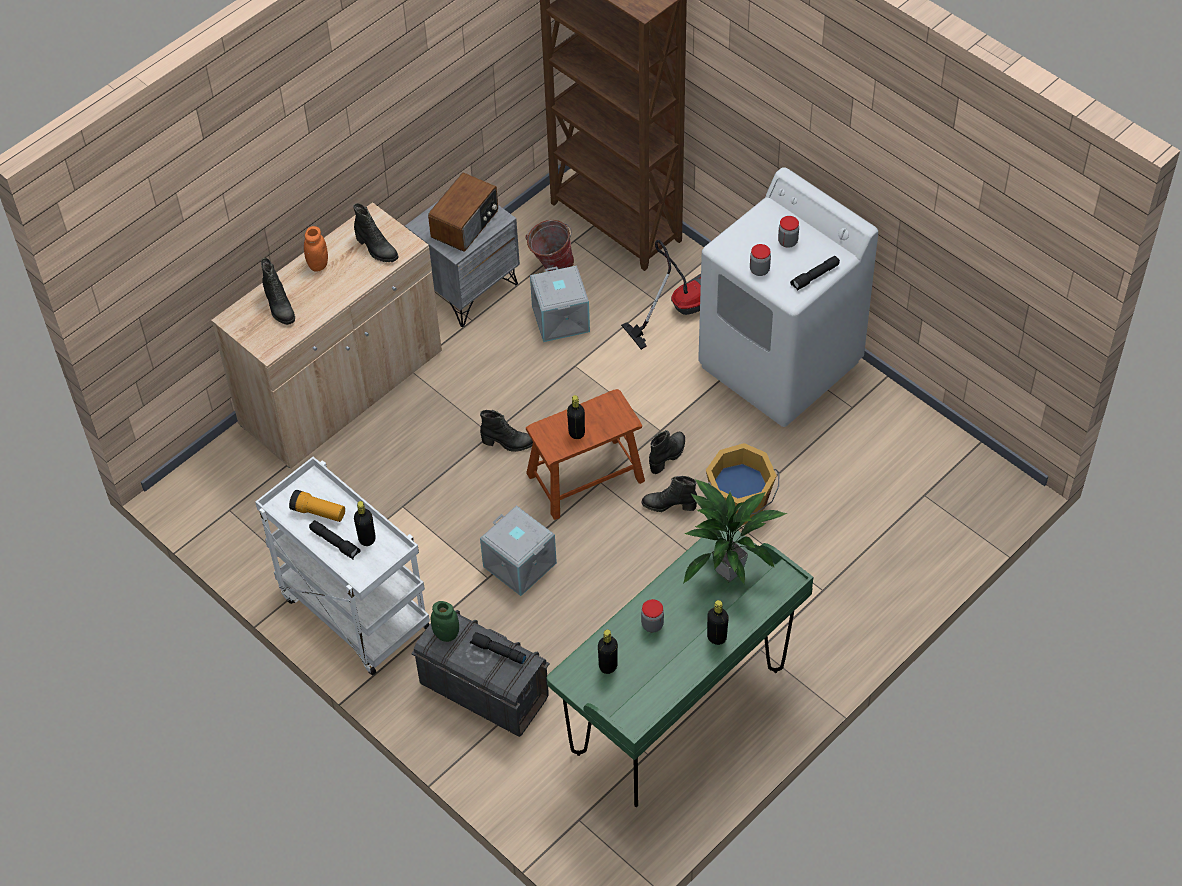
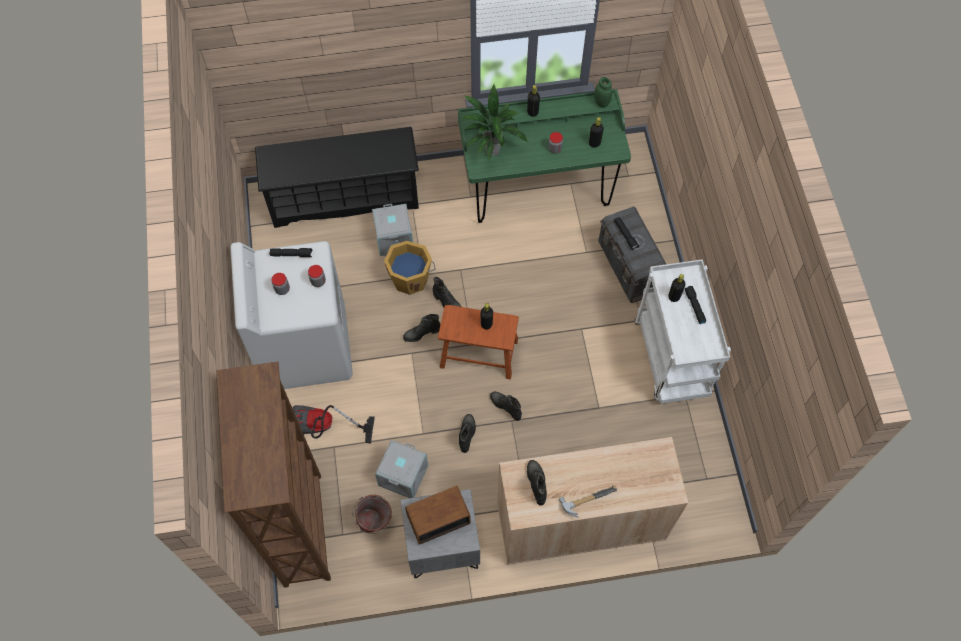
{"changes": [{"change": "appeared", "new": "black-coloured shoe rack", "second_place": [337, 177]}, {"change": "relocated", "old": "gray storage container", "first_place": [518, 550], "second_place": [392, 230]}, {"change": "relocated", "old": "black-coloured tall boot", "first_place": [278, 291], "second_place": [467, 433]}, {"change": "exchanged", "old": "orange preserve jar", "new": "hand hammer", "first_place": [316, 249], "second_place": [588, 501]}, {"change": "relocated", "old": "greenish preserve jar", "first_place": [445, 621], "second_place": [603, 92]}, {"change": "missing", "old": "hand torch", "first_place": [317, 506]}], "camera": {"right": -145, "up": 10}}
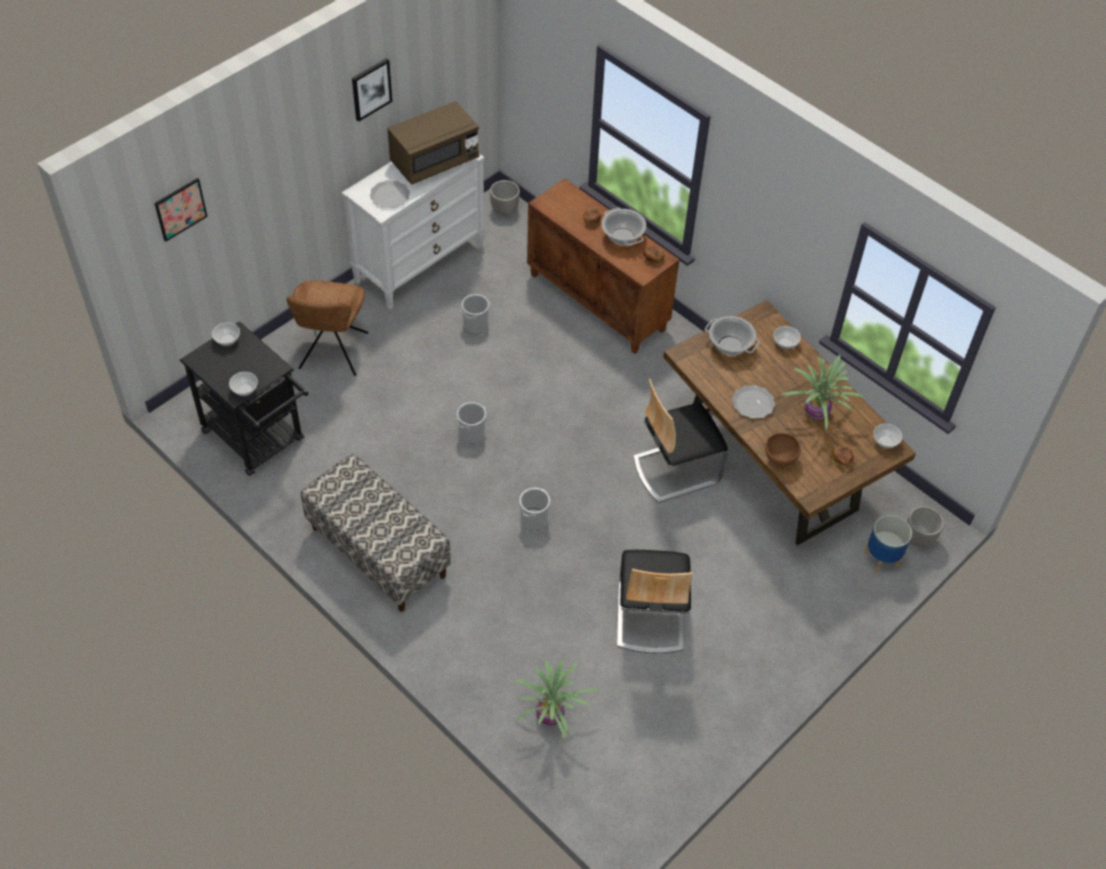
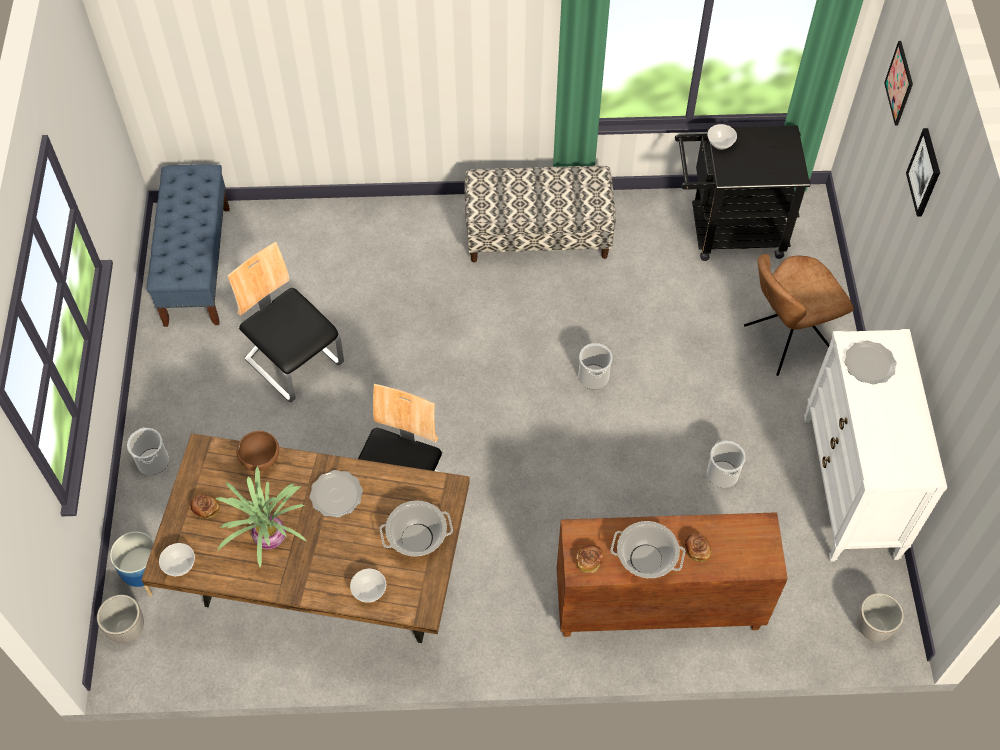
{"changes": [{"change": "relocated", "old": "bucket", "first_place": [534, 509], "second_place": [148, 451]}, {"change": "appeared", "new": "bluish bench", "second_place": [188, 245]}, {"change": "spun", "old": "brownish chair", "first_place": [327, 328], "second_place": [798, 315], "degrees": -75}, {"change": "relocated", "old": "picture", "first_place": [372, 90], "second_place": [923, 172]}, {"change": "missing", "old": "serving bowl", "first_place": [226, 334]}, {"change": "missing", "old": "brownish microwave", "first_place": [433, 143]}, {"change": "missing", "old": "plant in a pot", "first_place": [557, 700]}], "camera": {"right": 135, "up": 5}}
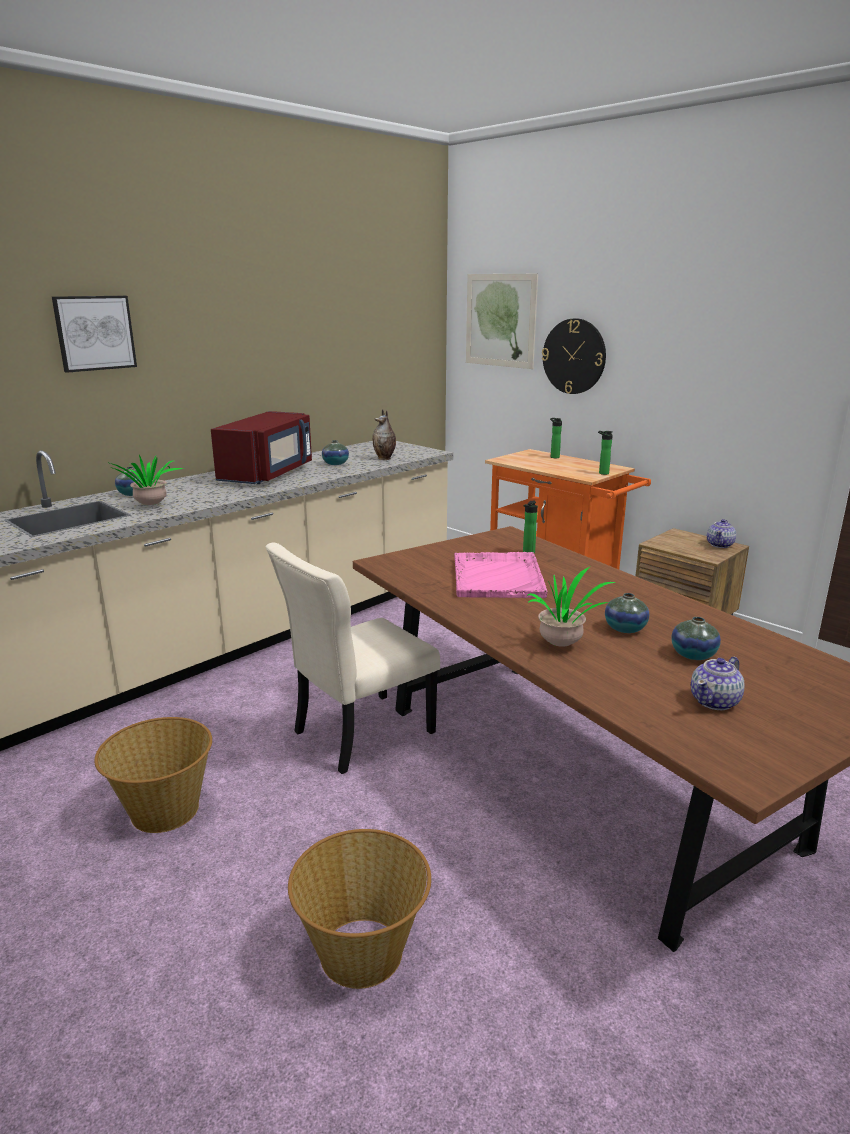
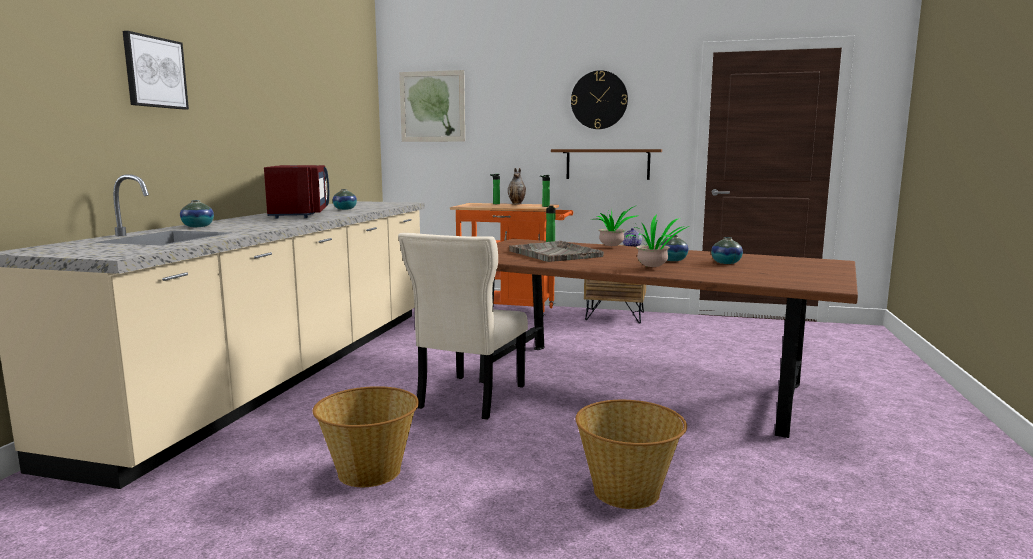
{"changes": [{"change": "relocated", "old": "vase", "first_place": [384, 434], "second_place": [517, 186]}, {"change": "colour", "old": "pinkish tray", "new": "gray tray", "first_place": [501, 575], "second_place": [556, 251]}, {"change": "appeared", "new": "brownish wall shelf", "second_place": [606, 164]}, {"change": "relocated", "old": "clock on the wall", "first_place": [574, 356], "second_place": [599, 99]}, {"change": "relocated", "old": "plant in a pot", "first_place": [147, 480], "second_place": [613, 226]}, {"change": "missing", "old": "teapot", "first_place": [717, 683]}], "camera": {"right": -30, "up": -10}}
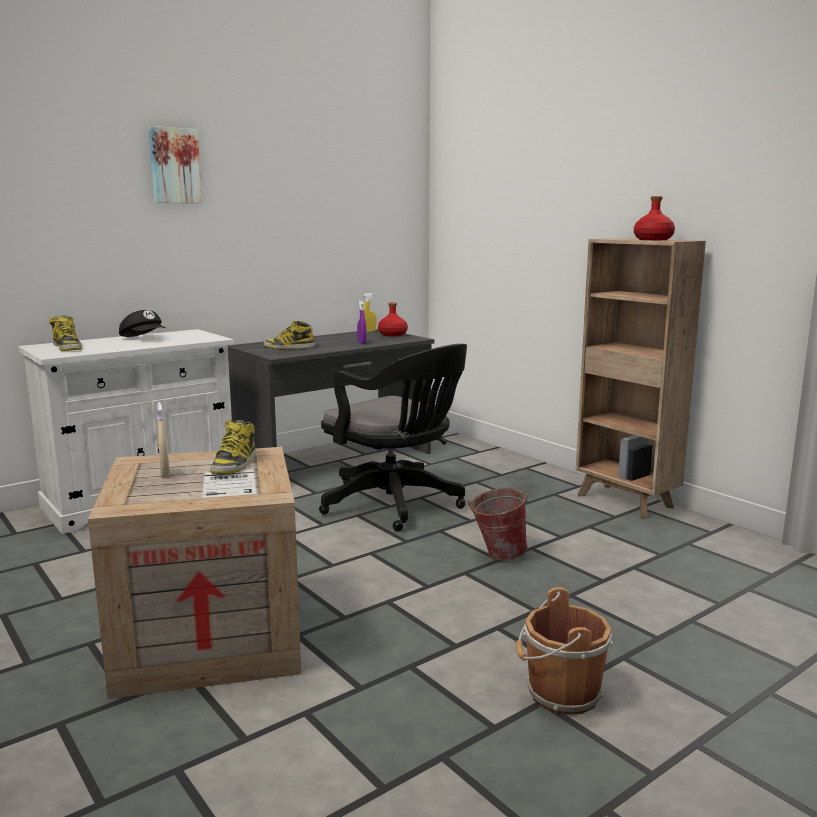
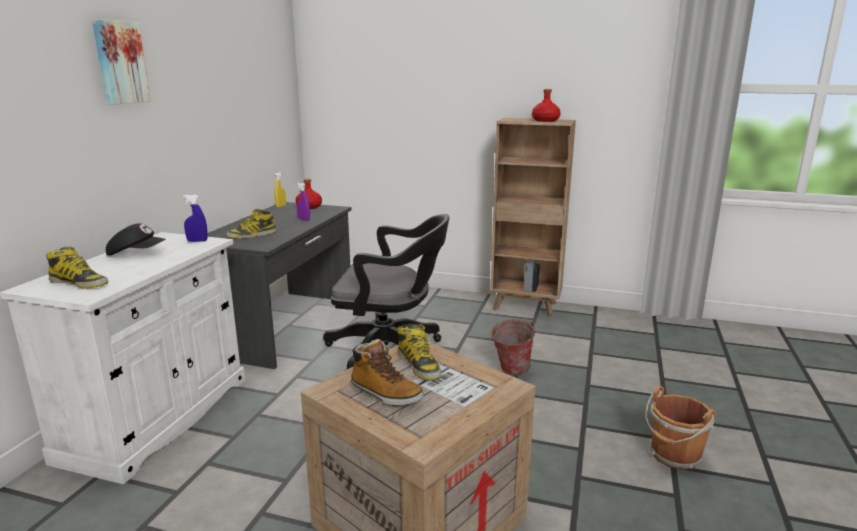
{"changes": [{"change": "appeared", "new": "bluish hand sprayer", "second_place": [195, 218]}, {"change": "exchanged", "old": "sand-coloured hand sprayer", "new": "tall boot", "first_place": [163, 440], "second_place": [387, 372]}], "camera": {"right": -35, "up": 5}}
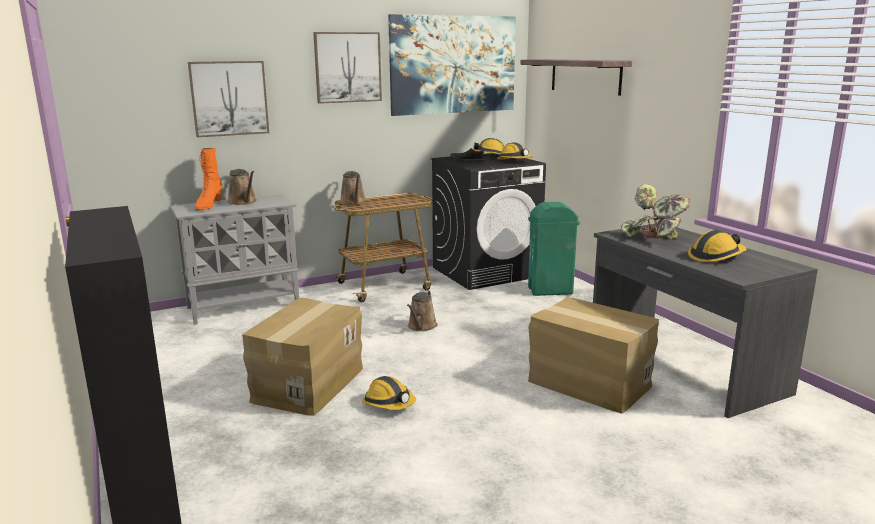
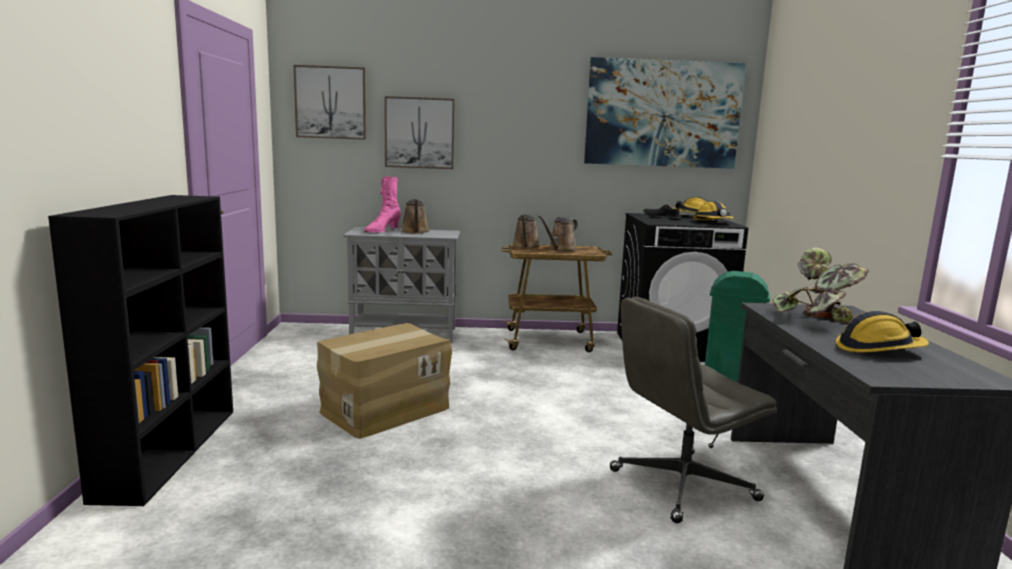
{"changes": [{"change": "relocated", "old": "picture", "first_place": [347, 68], "second_place": [330, 102]}, {"change": "colour", "old": "orange tall boot", "new": "pinkish tall boot", "first_place": [208, 179], "second_place": [382, 204]}, {"change": "relocated", "old": "brownish watering pot", "first_place": [422, 310], "second_place": [558, 233]}, {"change": "exchanged", "old": "carton", "new": "gray computer chair", "first_place": [593, 355], "second_place": [693, 410]}, {"change": "missing", "old": "safety helmet", "first_place": [389, 393]}, {"change": "missing", "old": "wall shelf", "first_place": [576, 77]}], "camera": {"right": 25, "up": -5}}
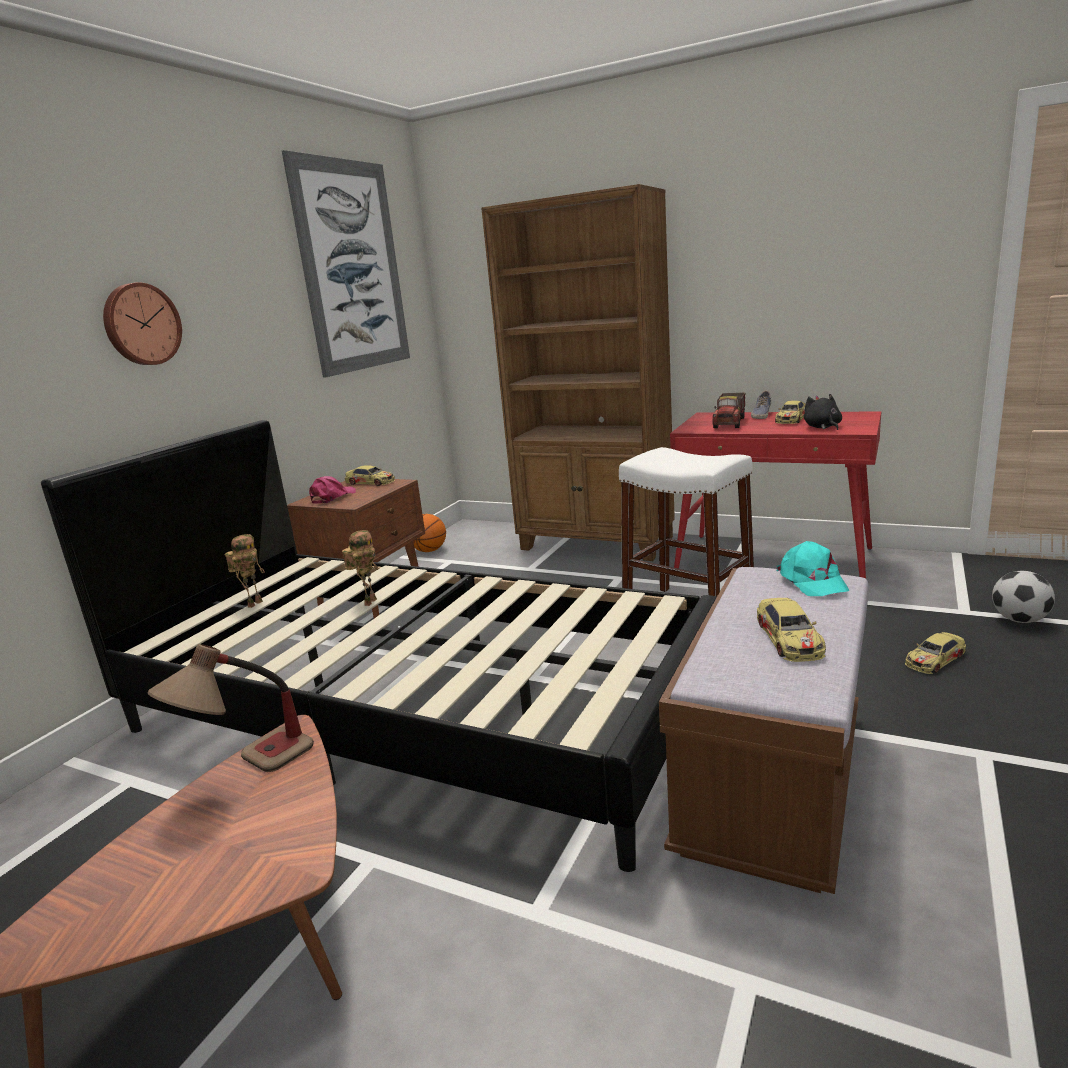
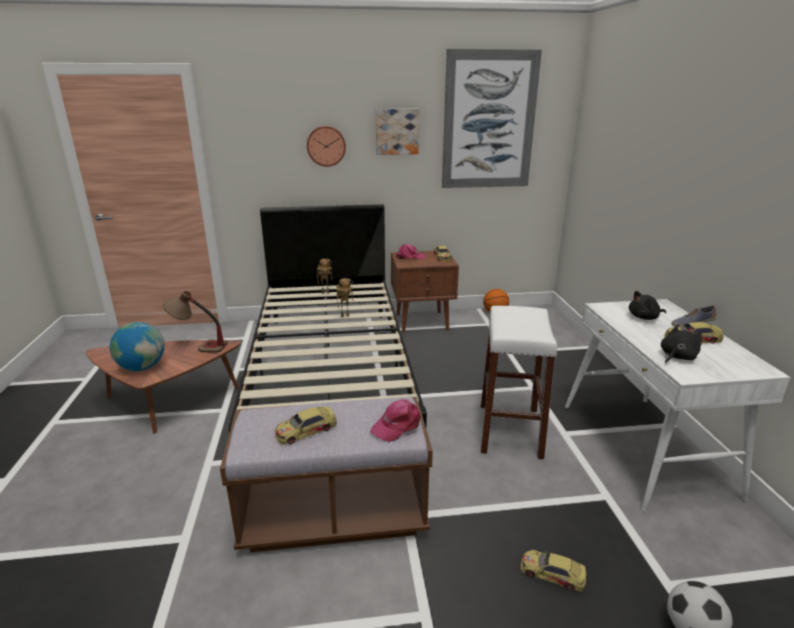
{"changes": [{"change": "appeared", "new": "globe", "second_place": [137, 346]}, {"change": "colour", "old": "turquoise-coloured baseball cap", "new": "pinkish baseball cap", "first_place": [813, 568], "second_place": [395, 420]}, {"change": "appeared", "new": "picture", "second_place": [397, 132]}, {"change": "colour", "old": "red desk unit", "new": "whitish desk unit", "first_place": [775, 495], "second_place": [678, 405]}, {"change": "exchanged", "old": "toy truck", "new": "black-coloured cuddly toy", "first_place": [728, 410], "second_place": [647, 305]}, {"change": "missing", "old": "brownish bookcase", "first_place": [578, 372]}], "camera": {"right": 55, "up": 5}}
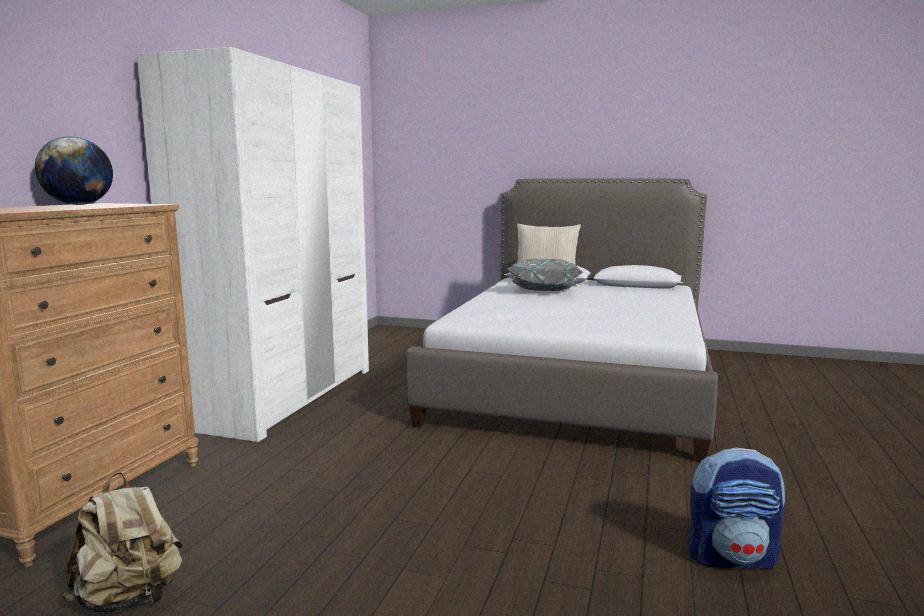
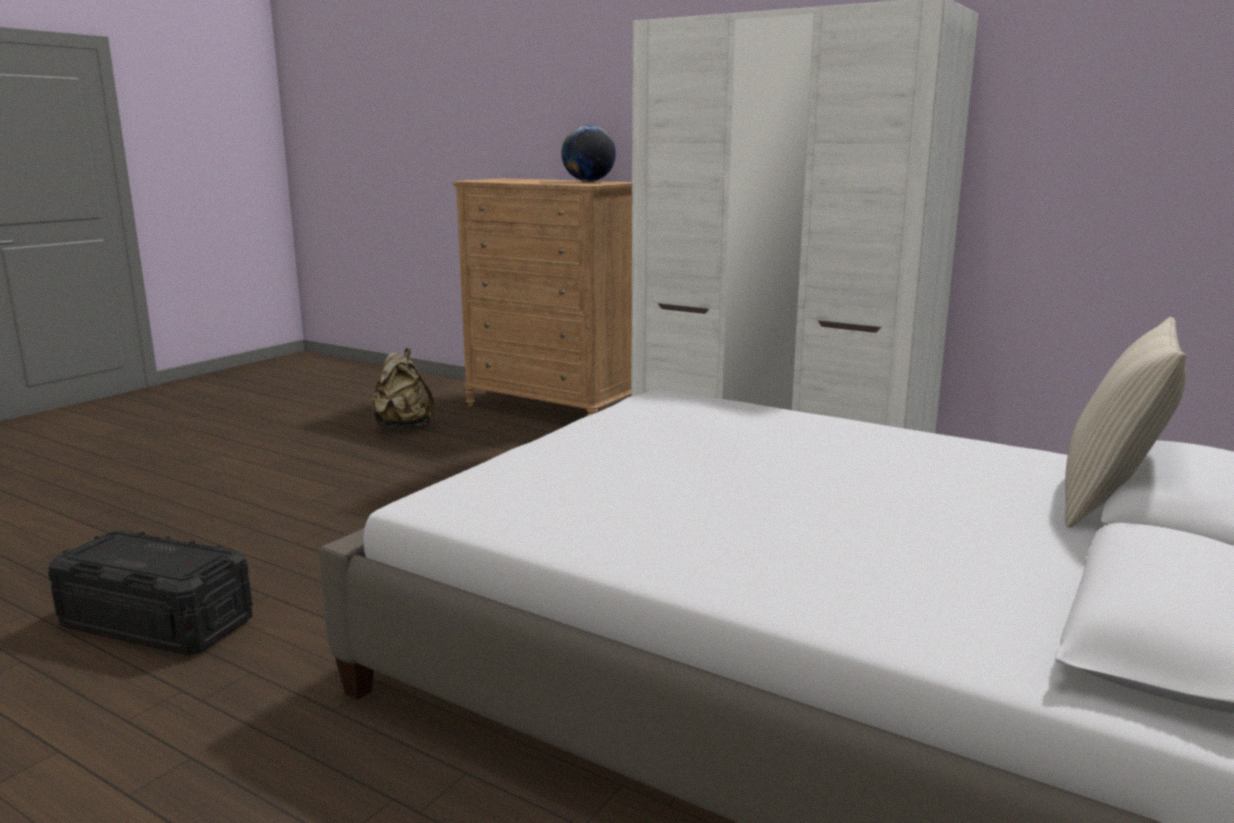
{"changes": [{"change": "exchanged", "old": "knapsack", "new": "black-coloured storage container", "first_place": [737, 508], "second_place": [150, 592]}, {"change": "missing", "old": "gray pillow", "first_place": [545, 275]}], "camera": {"right": 105, "up": 5}}
